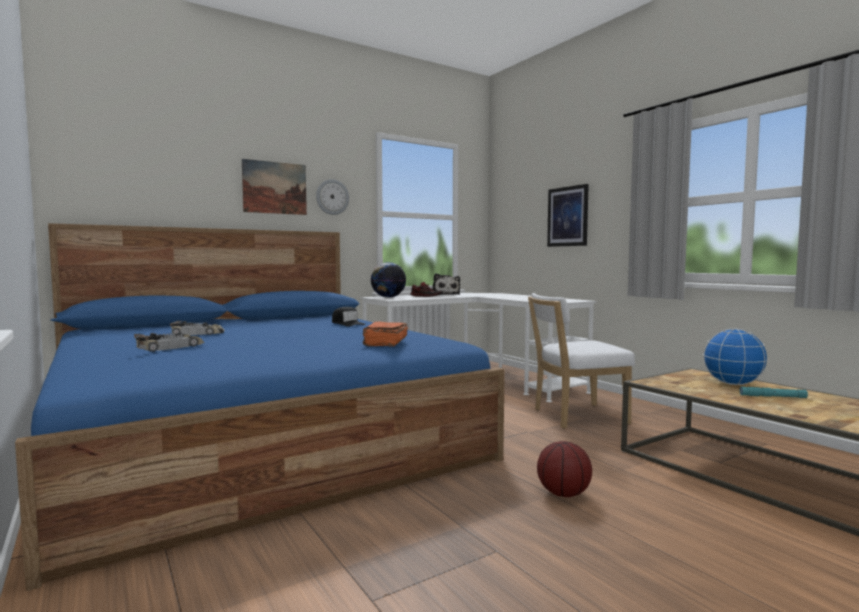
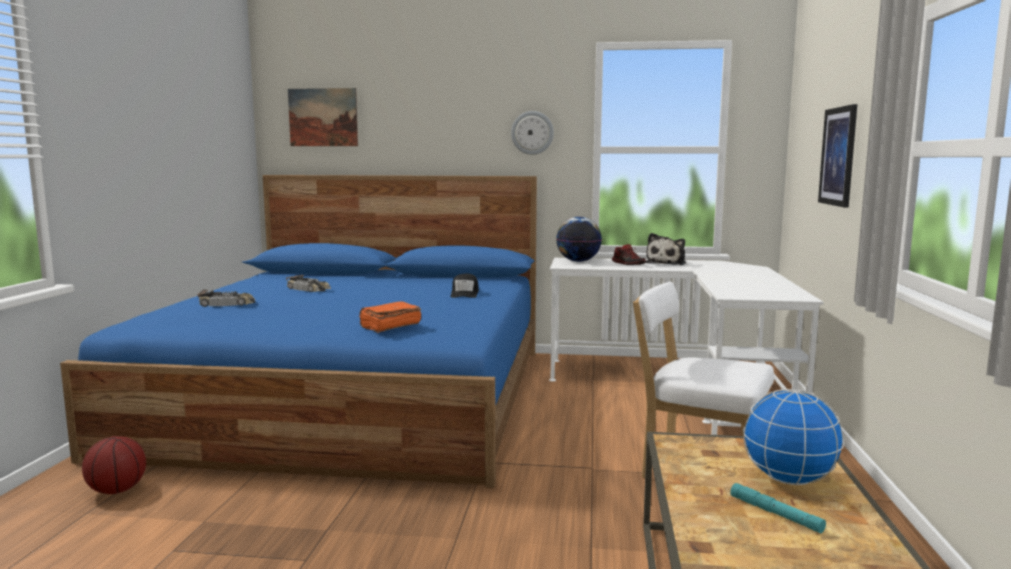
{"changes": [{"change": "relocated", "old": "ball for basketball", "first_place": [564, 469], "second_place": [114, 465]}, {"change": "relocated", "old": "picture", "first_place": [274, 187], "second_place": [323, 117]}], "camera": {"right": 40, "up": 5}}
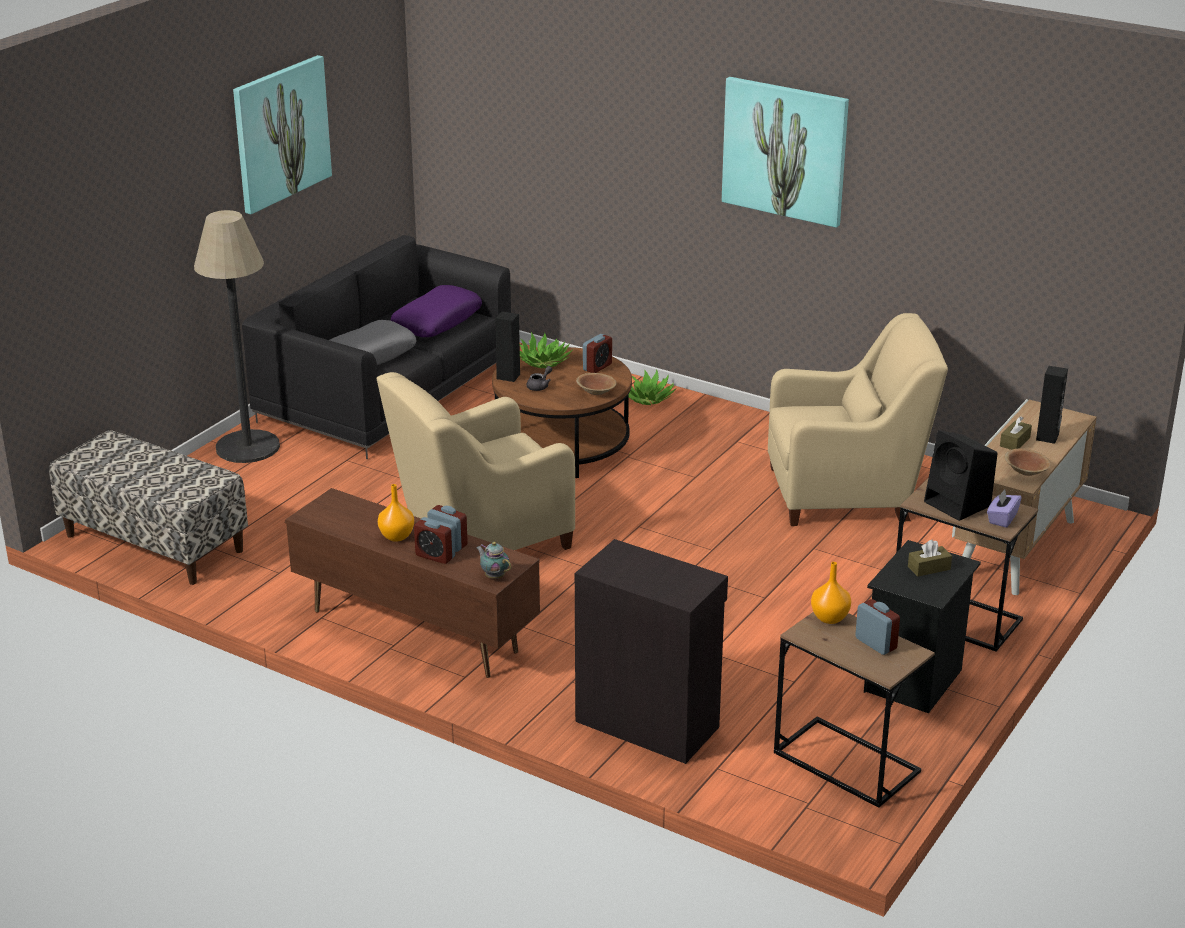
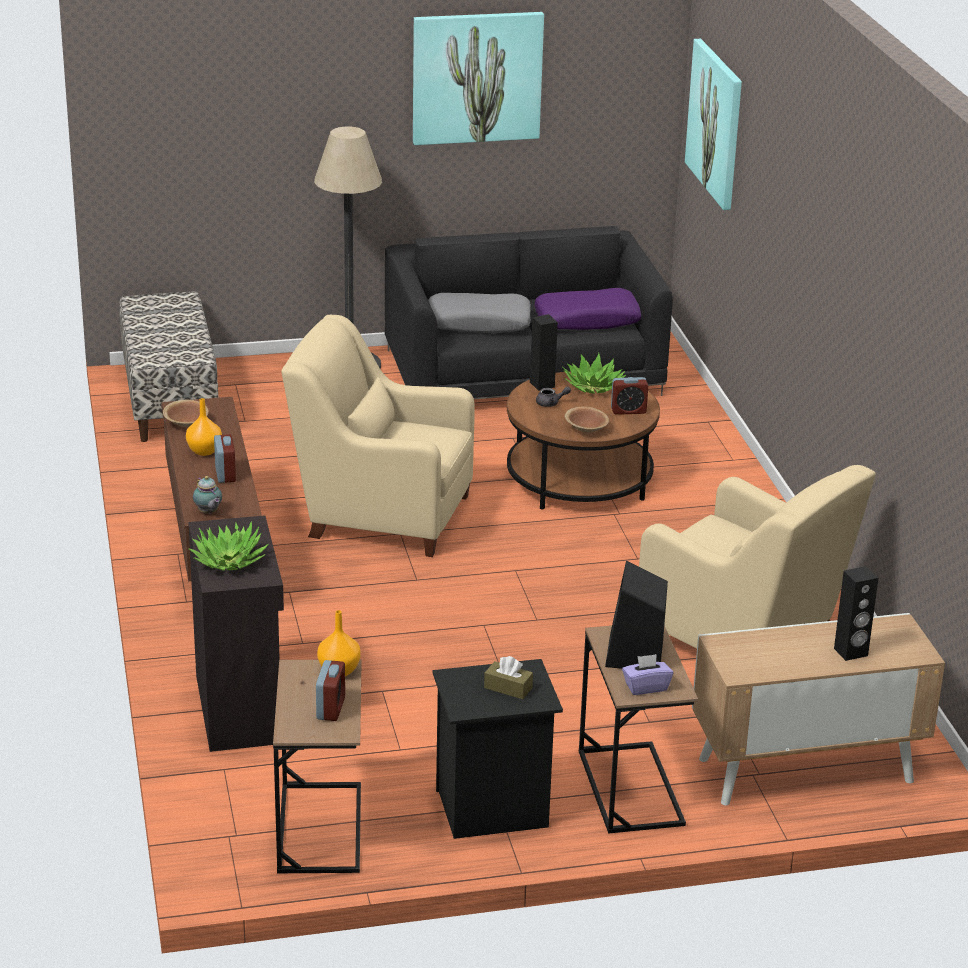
{"changes": [{"change": "relocated", "old": "brownish serving bowl", "first_place": [1028, 462], "second_place": [186, 413]}, {"change": "relocated", "old": "plant in a pot", "first_place": [652, 387], "second_place": [229, 546]}, {"change": "spun", "old": "teapot", "first_place": [494, 560], "second_place": [207, 495], "degrees": 150}, {"change": "relocated", "old": "picture", "first_place": [785, 152], "second_place": [713, 124]}, {"change": "missing", "old": "table clock", "first_place": [434, 540]}, {"change": "missing", "old": "brownish tissue holder", "first_place": [1016, 433]}], "camera": {"right": 45, "up": 0}}
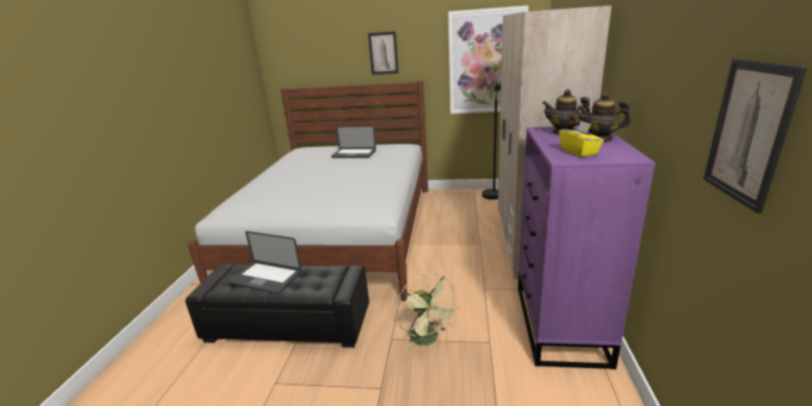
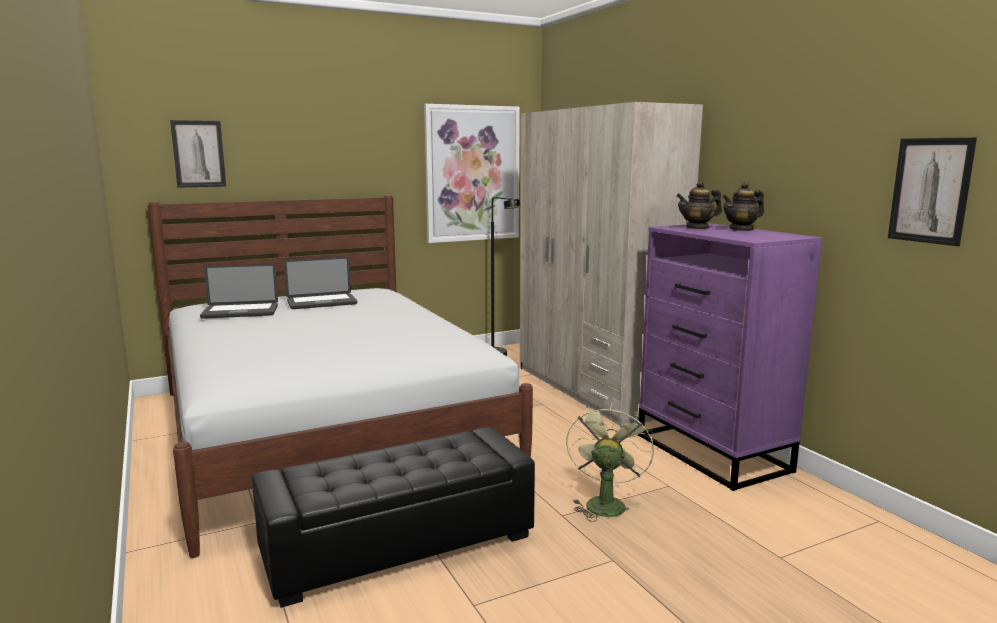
{"changes": [{"change": "relocated", "old": "picture", "first_place": [383, 53], "second_place": [198, 154]}, {"change": "relocated", "old": "notebook computer", "first_place": [264, 262], "second_place": [239, 291]}, {"change": "spun", "old": "greenish cooling fan", "first_place": [428, 312], "second_place": [610, 462], "degrees": -105}, {"change": "missing", "old": "yellow tissue holder", "first_place": [581, 139]}], "camera": {"right": -35, "up": -10}}
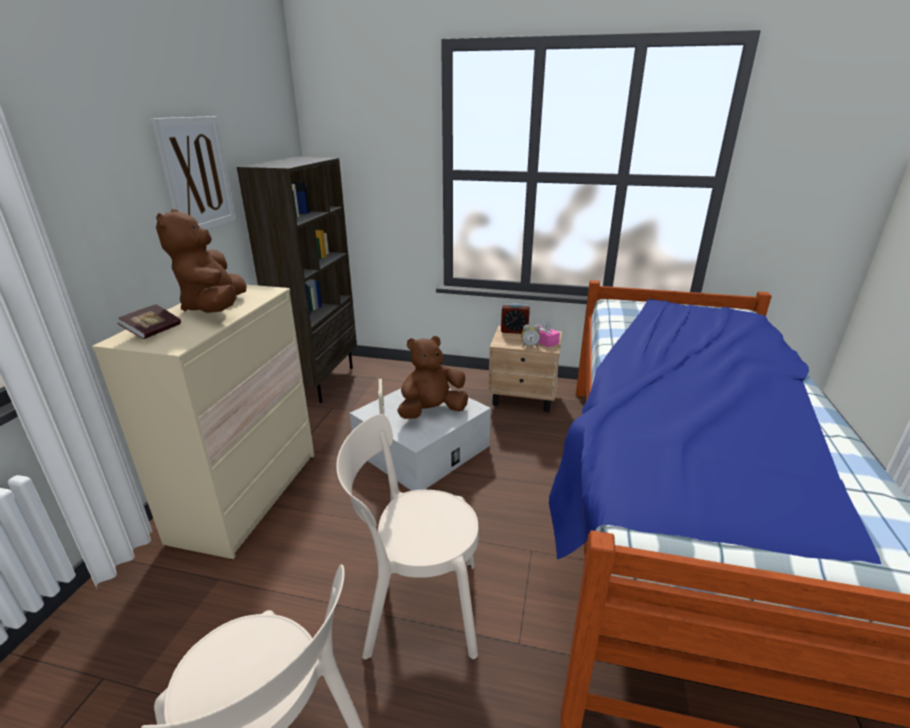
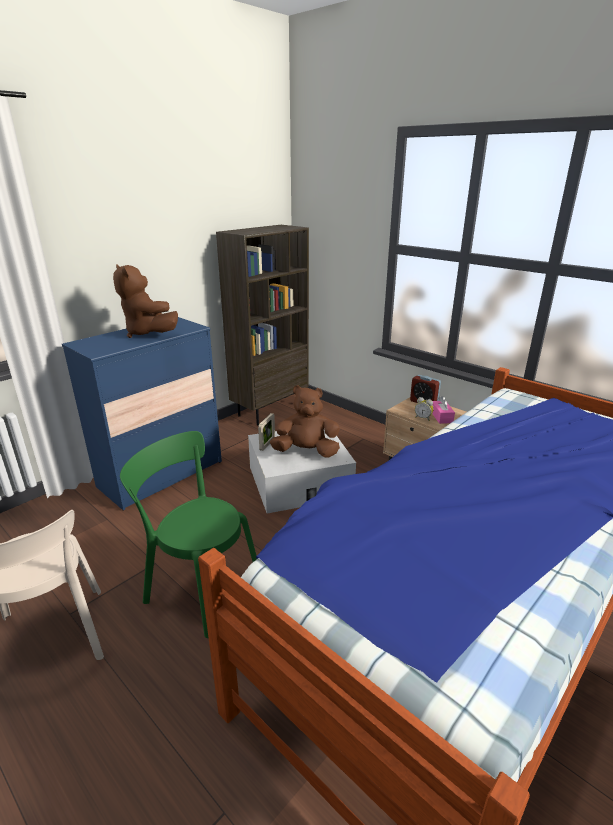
{"changes": [{"change": "colour", "old": "sand-coloured drawer chest", "new": "bluish drawer chest", "first_place": [203, 422], "second_place": [142, 414]}, {"change": "spun", "old": "brownish cuddly toy", "first_place": [201, 261], "second_place": [145, 301], "degrees": -60}, {"change": "colour", "old": "sand-coloured chair", "new": "greenish chair", "first_place": [407, 536], "second_place": [188, 534]}, {"change": "missing", "old": "volume", "first_place": [149, 321]}, {"change": "missing", "old": "picture", "first_place": [193, 173]}], "camera": {"right": 30, "up": 0}}
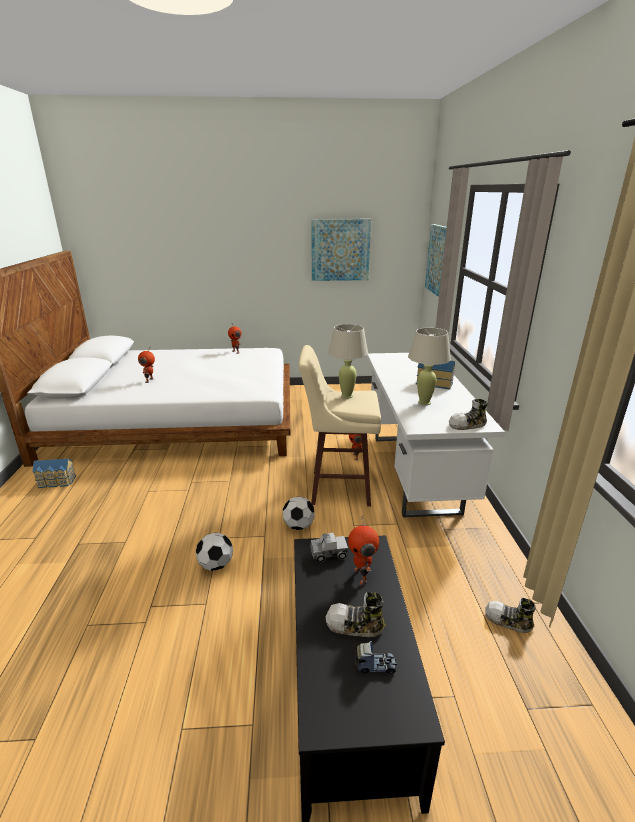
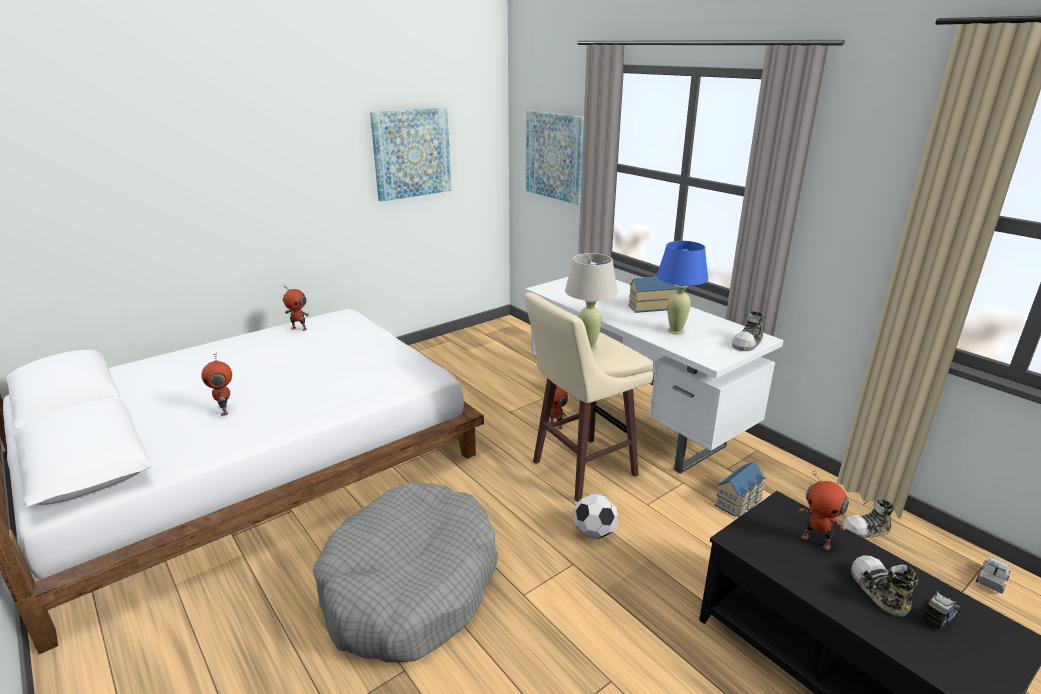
{"changes": [{"change": "appeared", "new": "gray pet bed", "second_place": [405, 572]}, {"change": "colour", "old": "sand-coloured table lamp", "new": "bluish table lamp", "first_place": [429, 366], "second_place": [682, 287]}, {"change": "relocated", "old": "model house", "first_place": [54, 473], "second_place": [741, 489]}, {"change": "spun", "old": "shoe", "first_place": [356, 614], "second_place": [885, 586], "degrees": 105}, {"change": "relocated", "old": "toy truck", "first_place": [329, 547], "second_place": [993, 574]}, {"change": "missing", "old": "ball for football", "first_place": [214, 552]}], "camera": {"right": -35, "up": 0}}
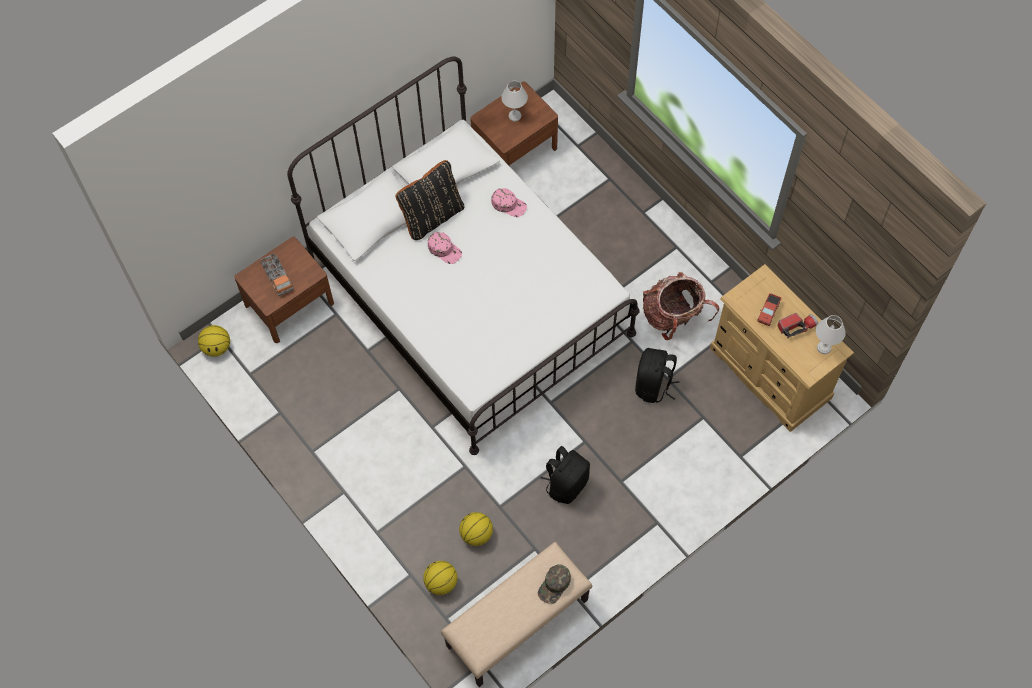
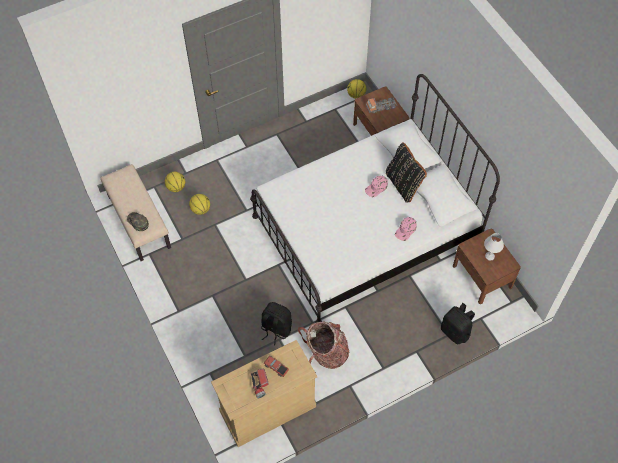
{"changes": [{"change": "relocated", "old": "black-coloured knapsack", "first_place": [565, 475], "second_place": [458, 323]}, {"change": "missing", "old": "whitish table lamp", "first_place": [831, 334]}], "camera": {"right": 100, "up": -5}}
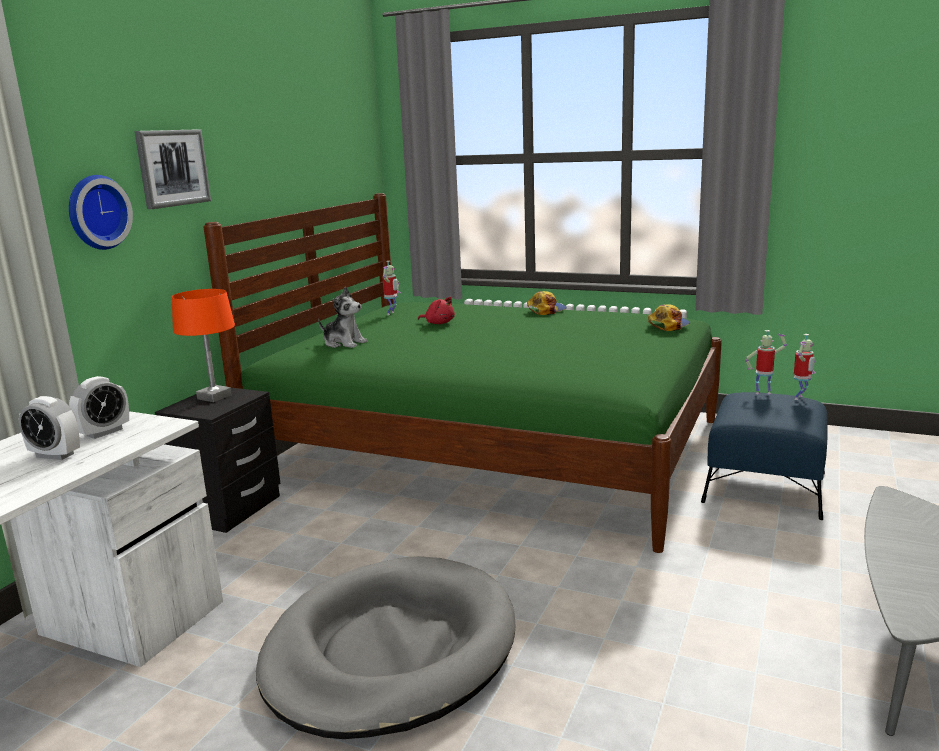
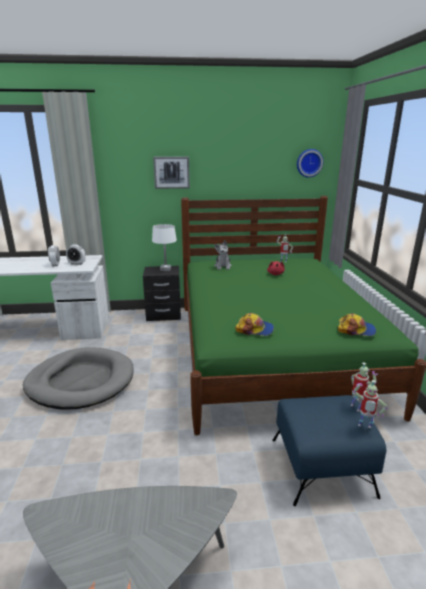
{"changes": [{"change": "colour", "old": "orange table lamp", "new": "whitish table lamp", "first_place": [203, 345], "second_place": [164, 247]}, {"change": "relocated", "old": "baseball cap", "first_place": [547, 303], "second_place": [254, 324]}, {"change": "relocated", "old": "clock on the wall", "first_place": [101, 212], "second_place": [310, 163]}], "camera": {"right": 60, "up": 5}}
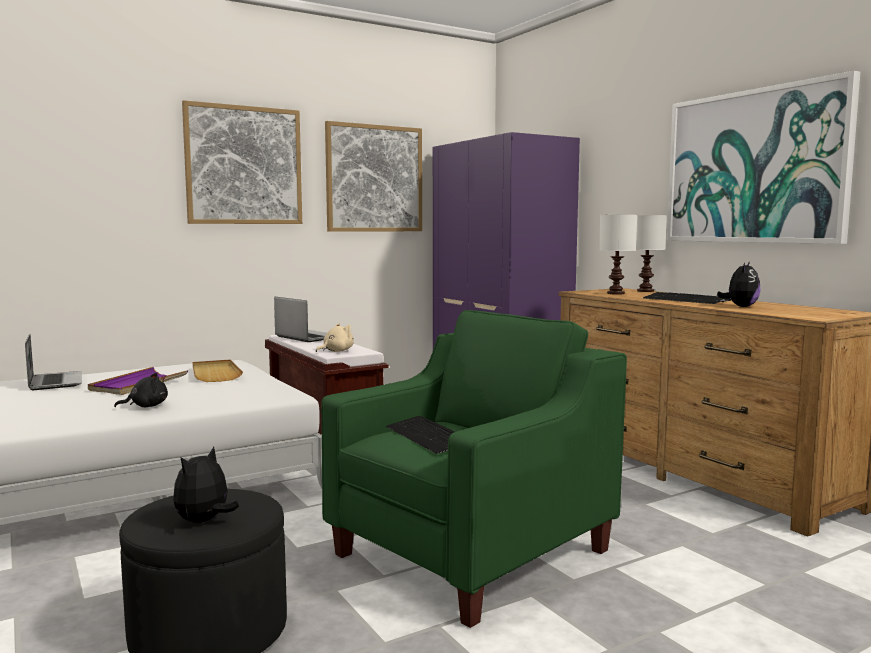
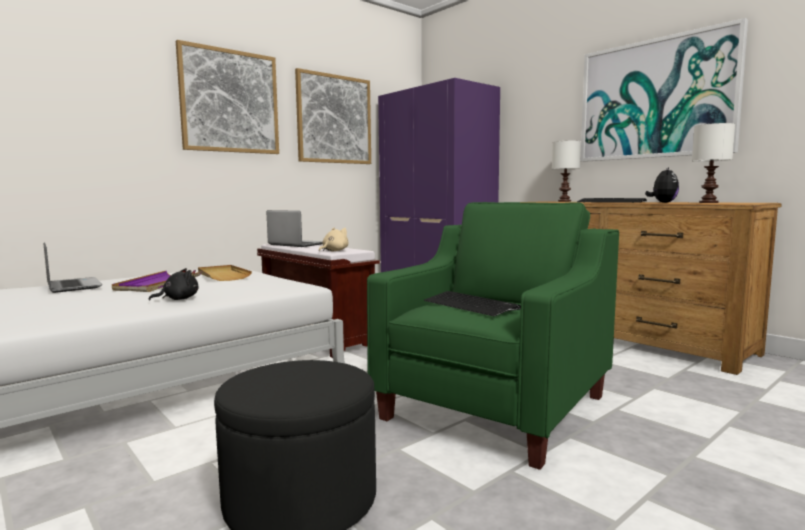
{"changes": [{"change": "relocated", "old": "whitish table lamp", "first_place": [618, 255], "second_place": [713, 163]}, {"change": "missing", "old": "cuddly toy", "first_place": [206, 484]}], "camera": {"right": -10, "up": 0}}
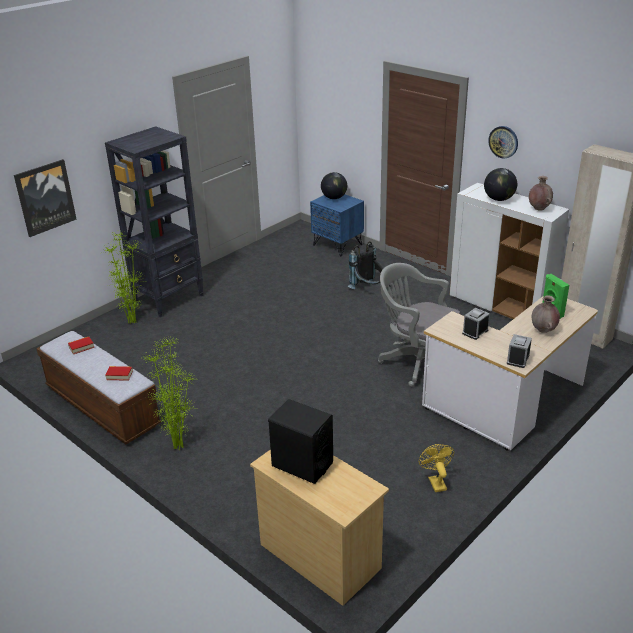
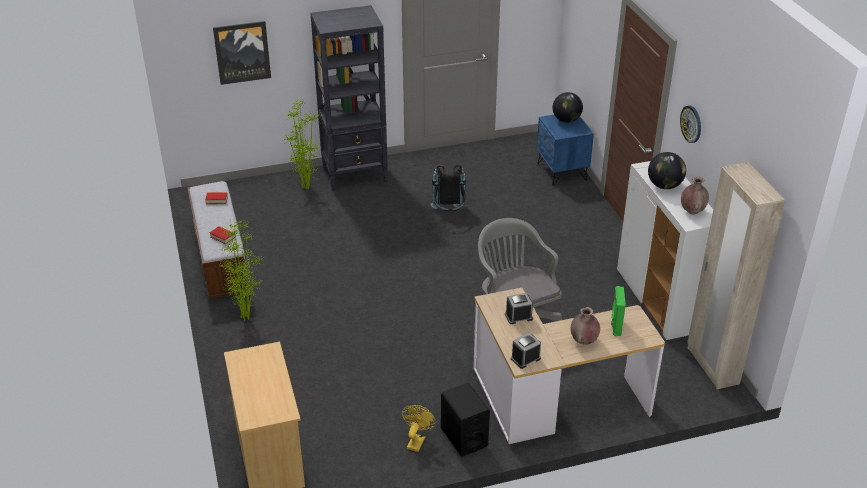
{"changes": [{"change": "relocated", "old": "black-coloured knapsack", "first_place": [365, 265], "second_place": [448, 188]}, {"change": "relocated", "old": "black-coloured audio speaker", "first_place": [300, 441], "second_place": [465, 420]}], "camera": {"right": 30, "up": 5}}
